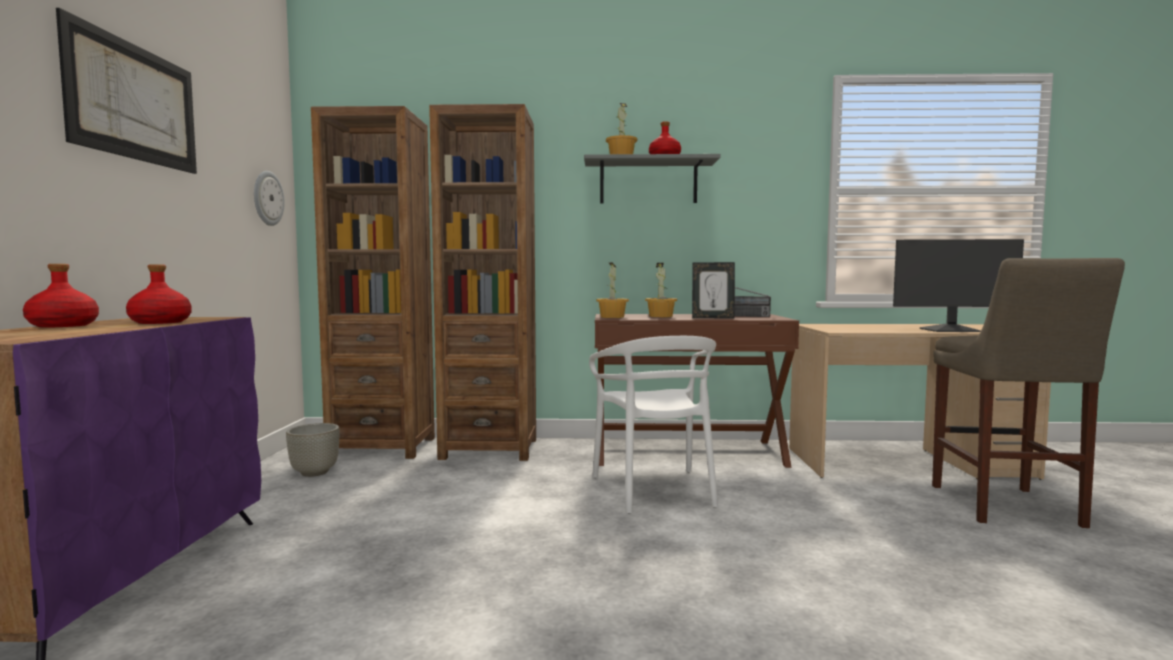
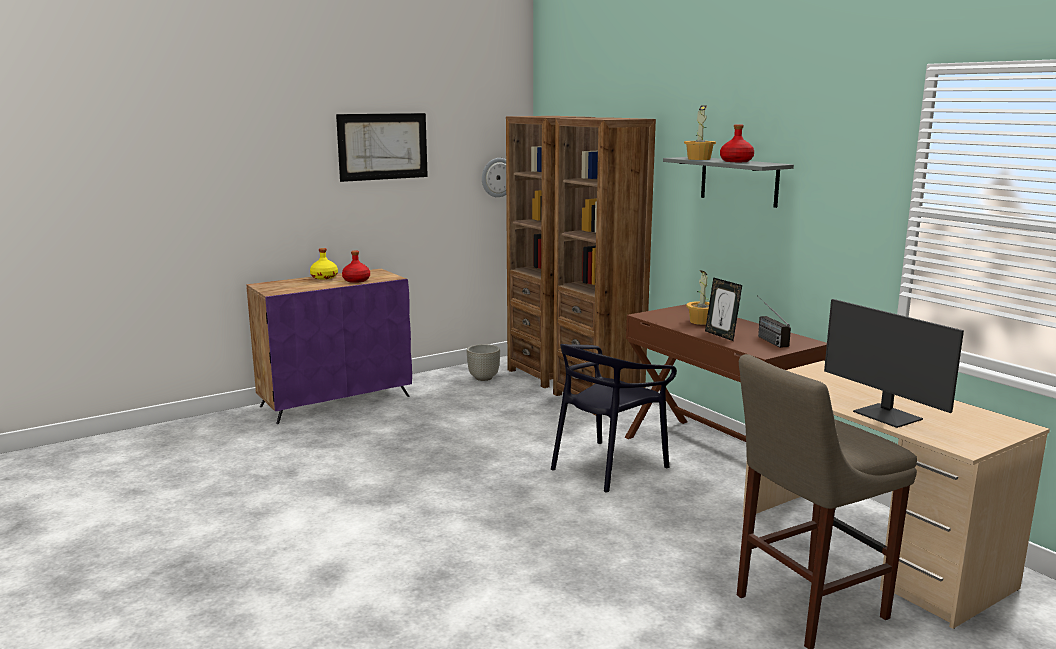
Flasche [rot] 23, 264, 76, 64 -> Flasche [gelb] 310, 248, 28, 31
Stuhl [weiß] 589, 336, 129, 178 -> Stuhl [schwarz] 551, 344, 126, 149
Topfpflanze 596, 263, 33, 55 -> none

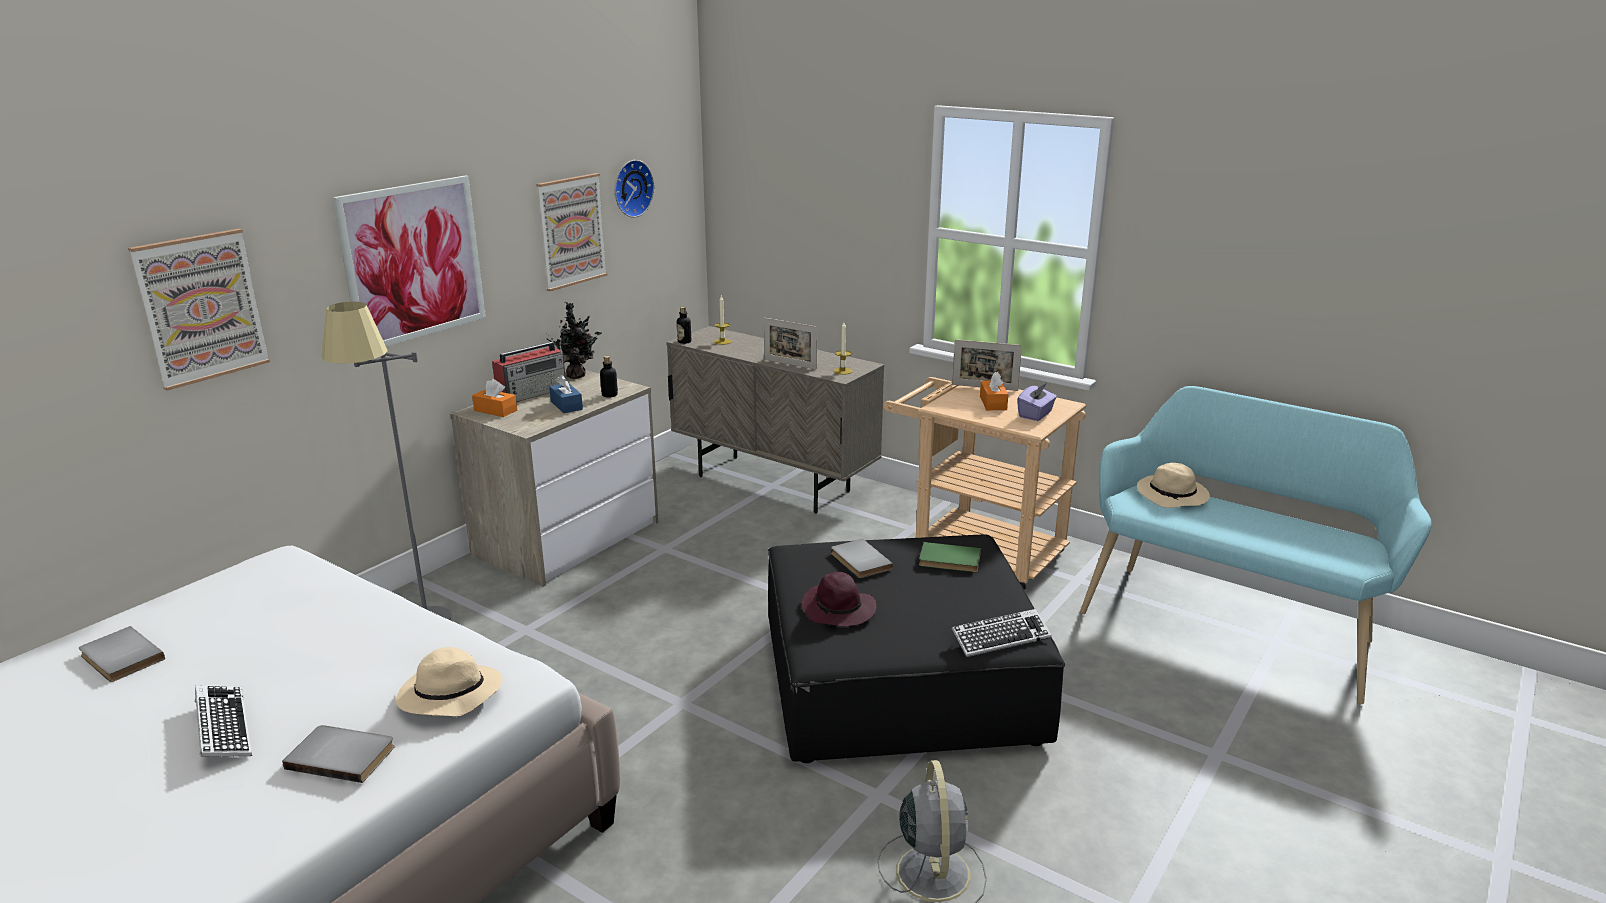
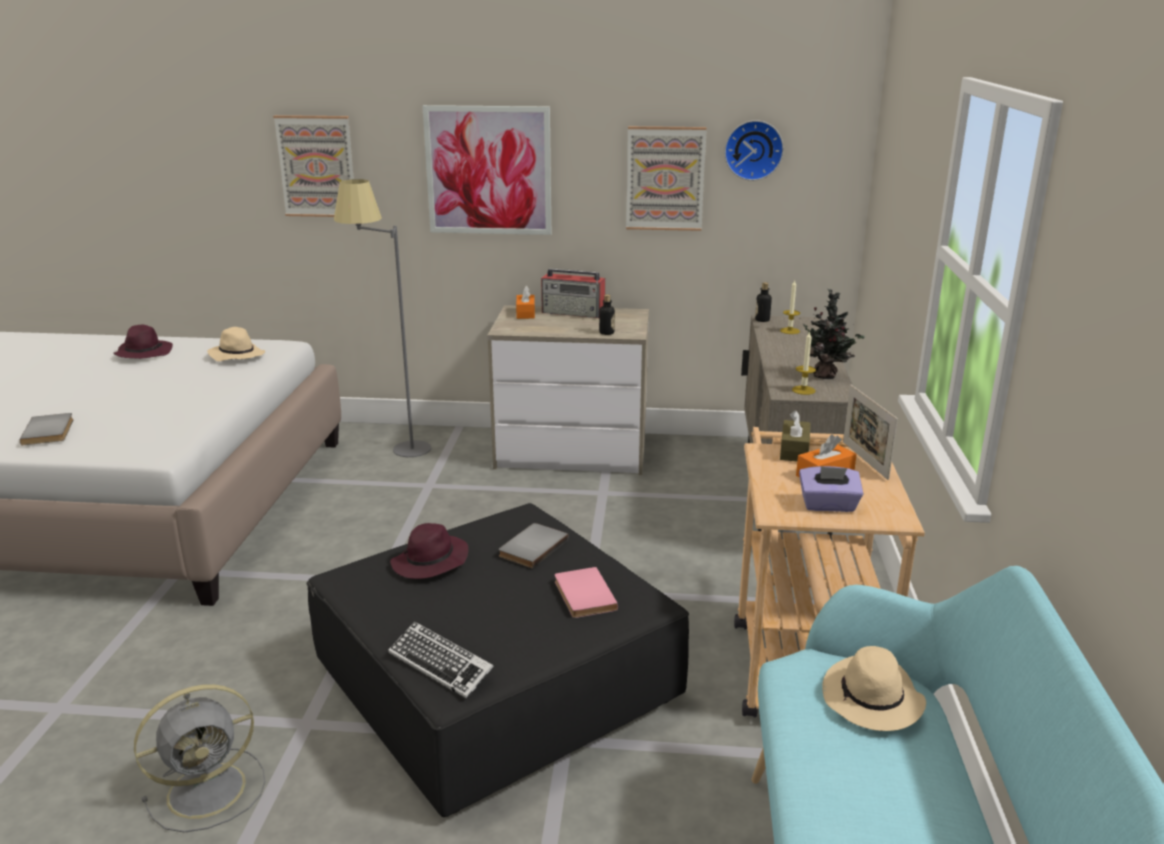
Buch [grau] 79, 626, 86, 56 -> Hut [lila] 114, 325, 59, 34
Hut [beige] 396, 647, 106, 69 -> Hut [beige] 207, 327, 58, 35, shifted
Buch [grün] 919, 542, 62, 30 -> Buch [rosa] 555, 567, 63, 51
none -> Taschentuchbox [braun] 780, 410, 31, 51
Topfpflanze 546, 302, 56, 77 -> Topfpflanze 803, 289, 62, 90, shifted
Tastatur 195, 685, 57, 71 -> none
Taschentuchbox [blau] 549, 375, 34, 38 -> none
Bilderrahmen 764, 318, 53, 52 -> none

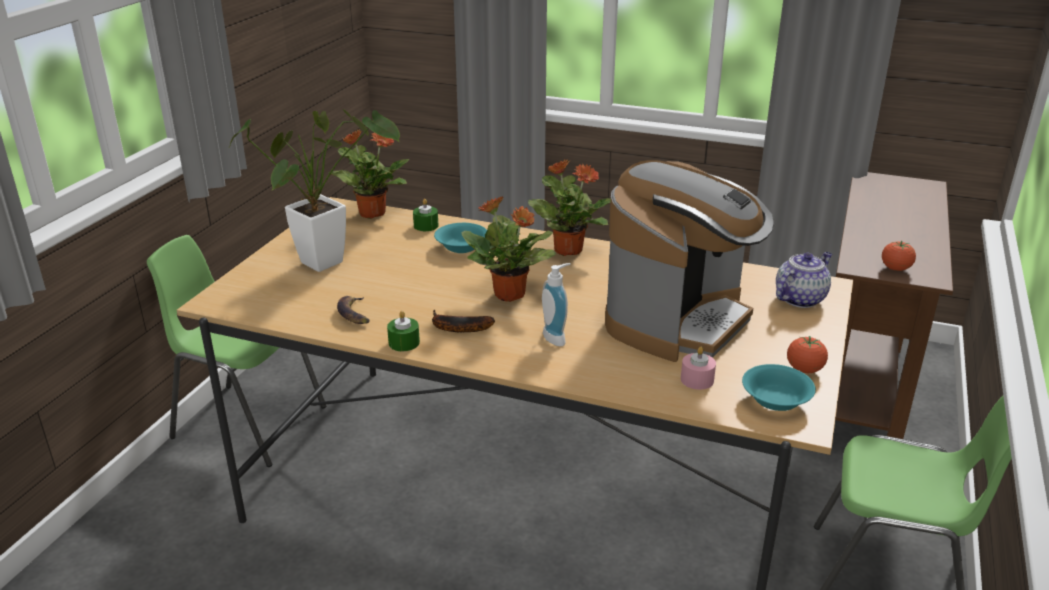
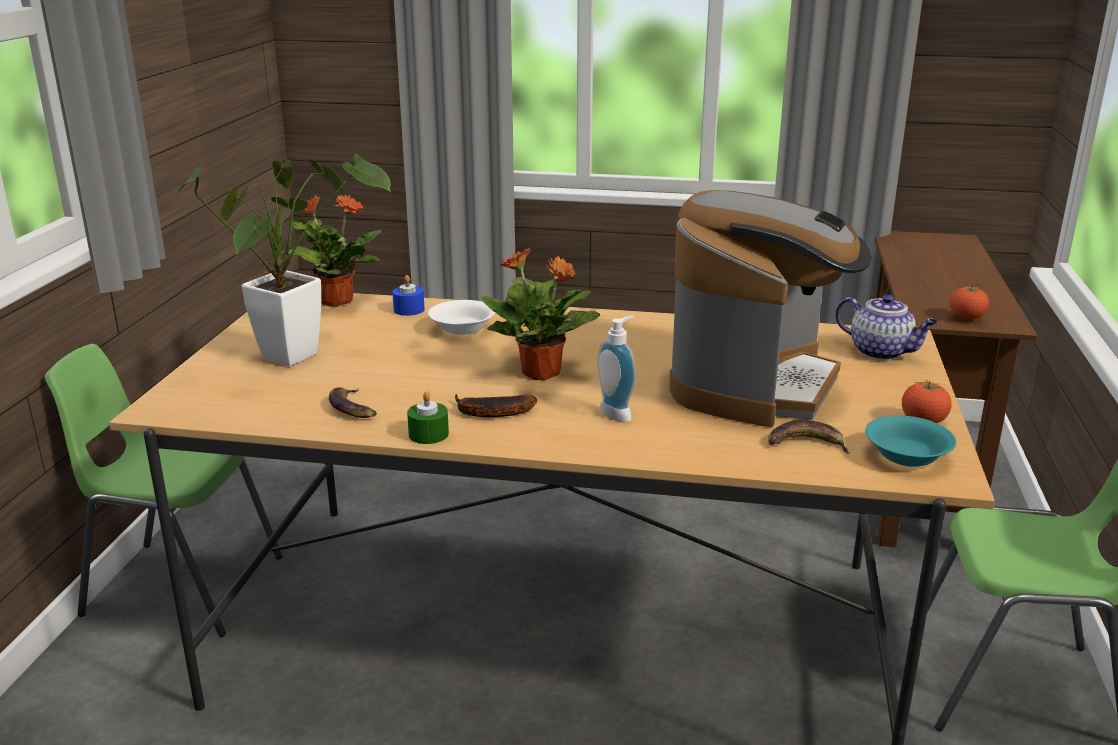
Kerze [grün] 413, 199, 25, 32 -> Kerze [blau] 392, 275, 33, 41
Schüssel [türkis] 434, 223, 53, 30 -> Schüssel [weiß] 428, 300, 67, 35
Kerze [rosa] 681, 347, 35, 43 -> Banane 768, 420, 81, 34
Teekanne 776, 252, 56, 56 -> Teekanne 835, 294, 103, 66, 90 degrees clockwise
Topfpflanze 528, 159, 83, 97 -> none

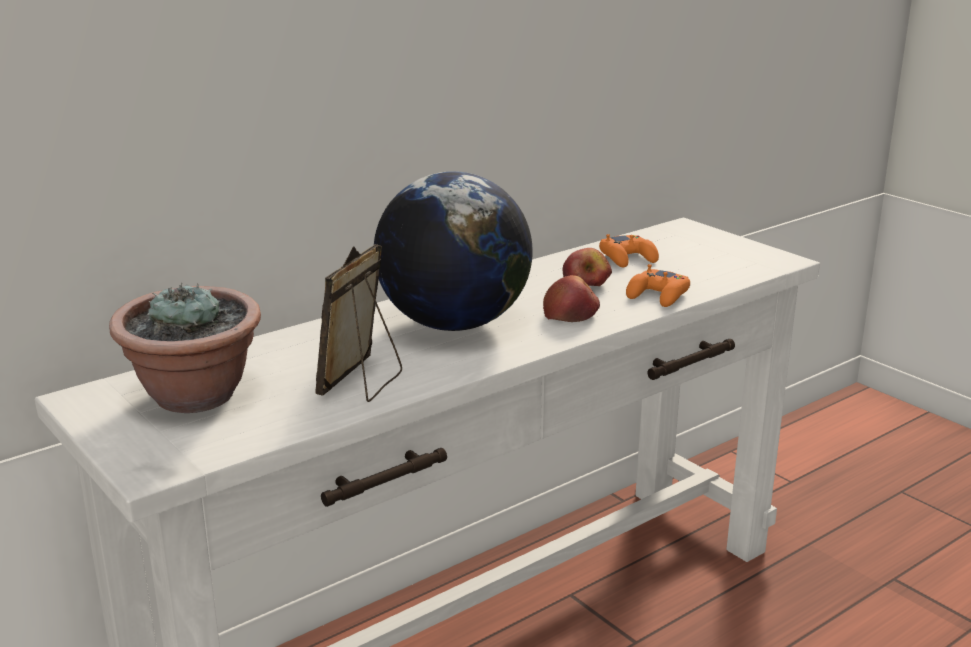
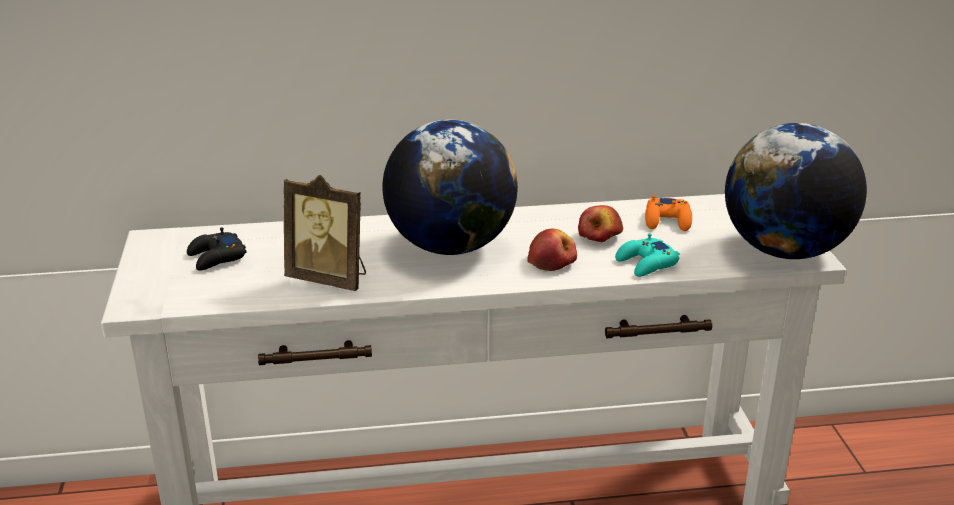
Topfpflanze 109, 282, 152, 131 -> Gamepad [schwarz] 187, 228, 60, 43
Bilderrahmen 315, 244, 87, 158 -> Bilderrahmen 284, 175, 82, 116, 120 degrees counterclockwise
Gamepad [orange] 626, 264, 64, 43 -> Gamepad [türkis] 615, 233, 65, 44
none -> Globus 725, 123, 142, 136

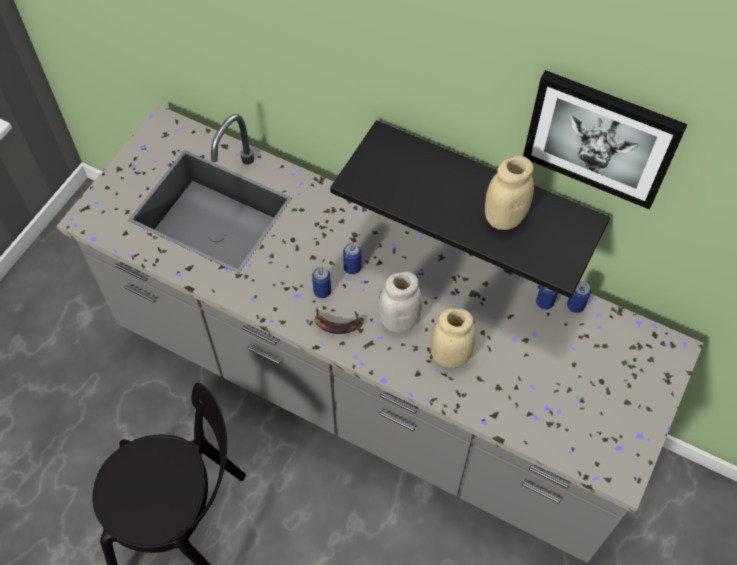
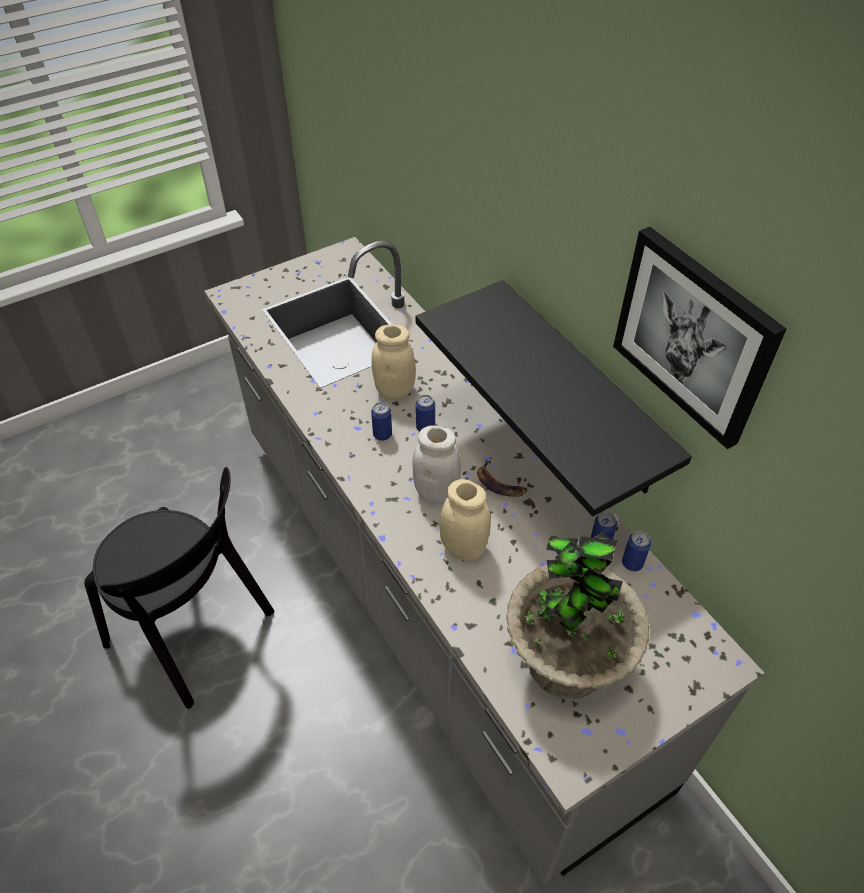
Vorratsglas [beige] 485, 156, 49, 74 -> Vorratsglas [beige] 371, 325, 45, 74, shifted
Banane 315, 308, 49, 26 -> Banane 477, 461, 50, 36, shifted
none -> Topfpflanze 506, 532, 144, 167

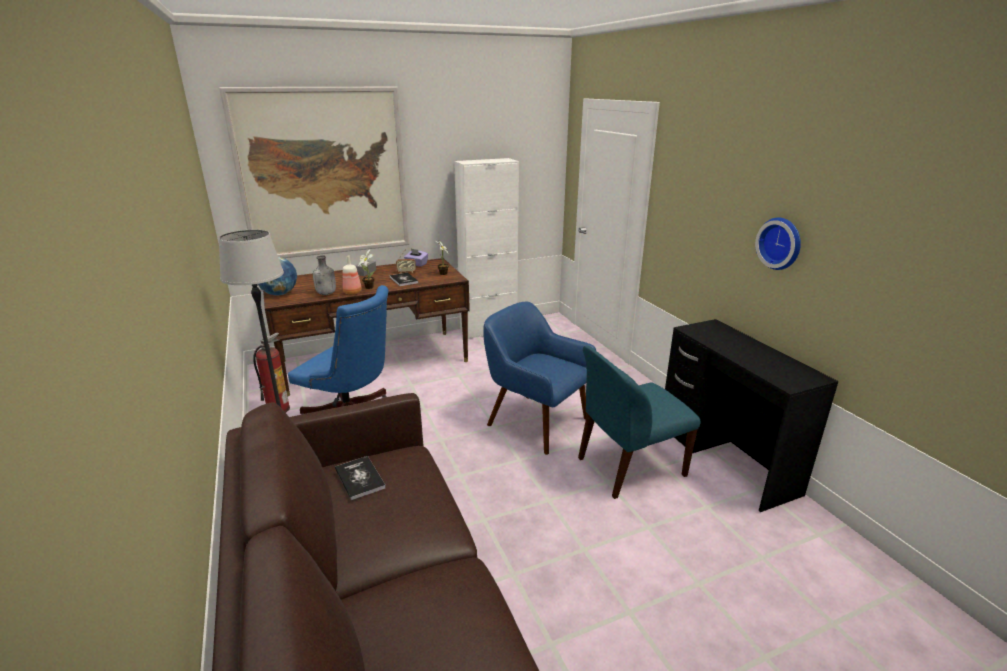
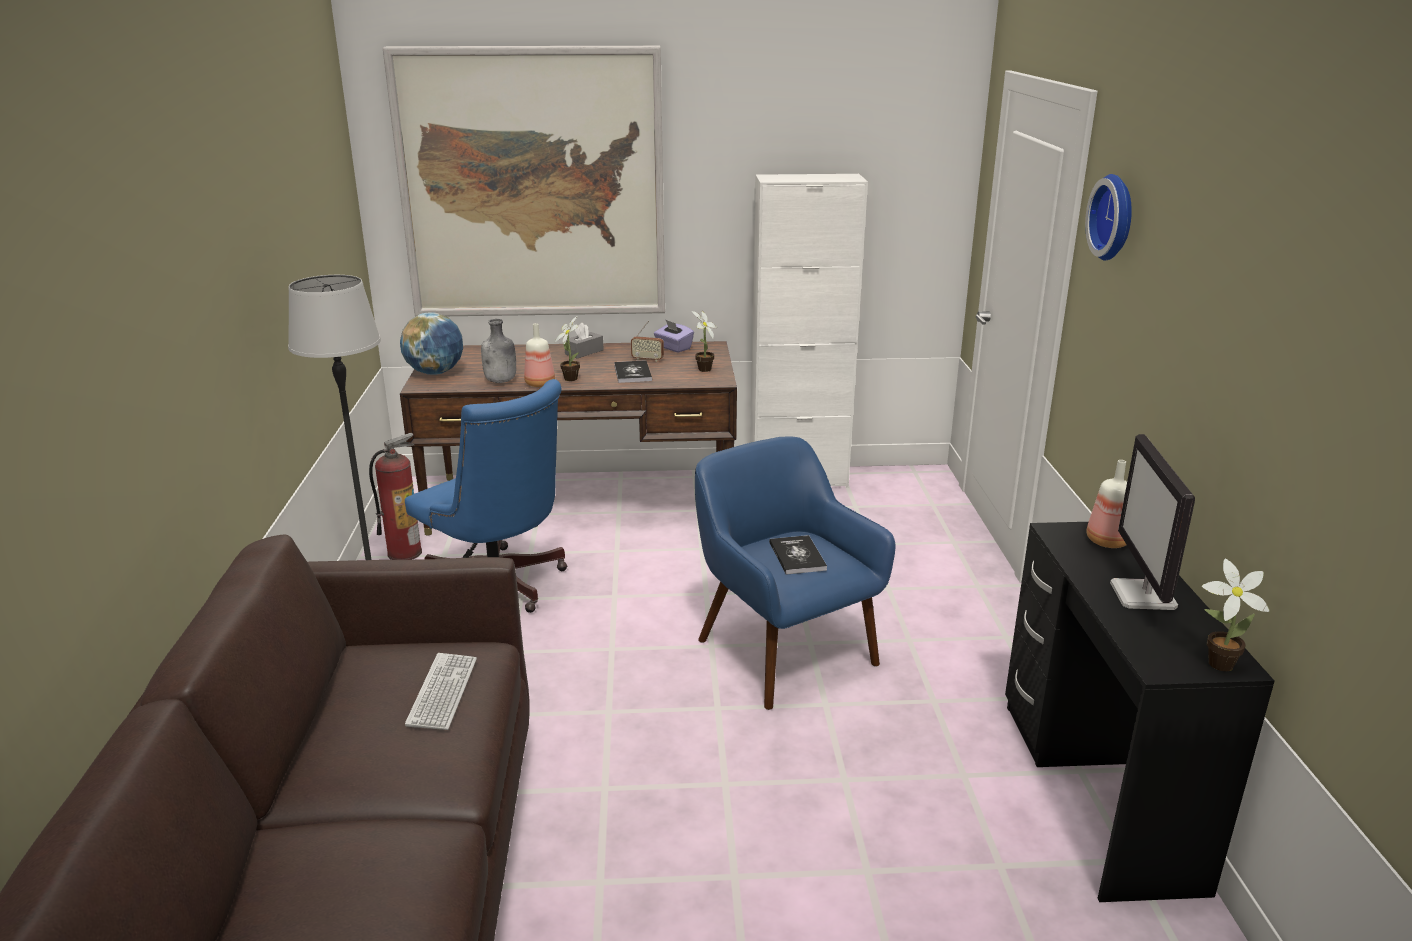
none -> Tastatur 405, 653, 72, 77
Buch 335, 456, 50, 45 -> Buch 769, 535, 58, 40, shifted
Wanduhr 755, 218, 46, 52 -> Wanduhr 1085, 174, 47, 87, shifted
none -> Flasche 1087, 460, 40, 88
none -> Monitor 1110, 434, 85, 176
none -> Topfpflanze 1202, 559, 67, 112
Stuhl [blau] 578, 346, 122, 153 -> none

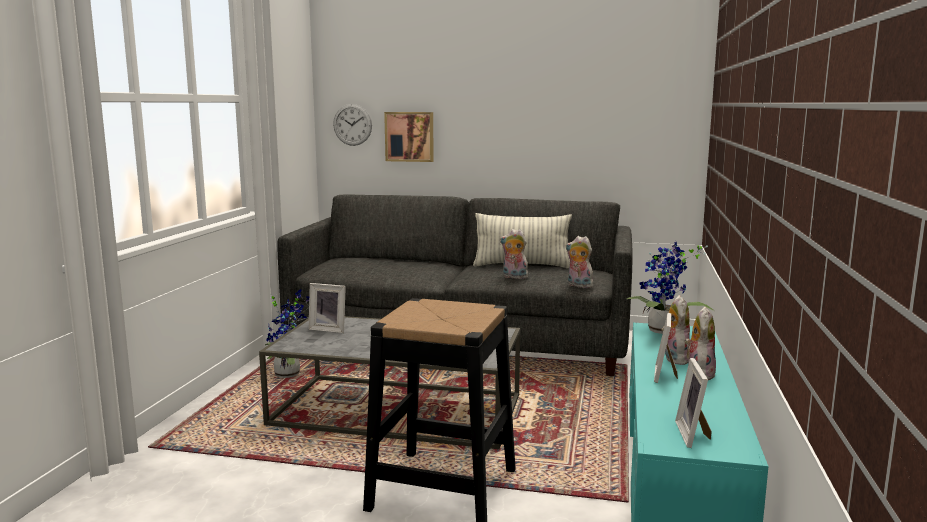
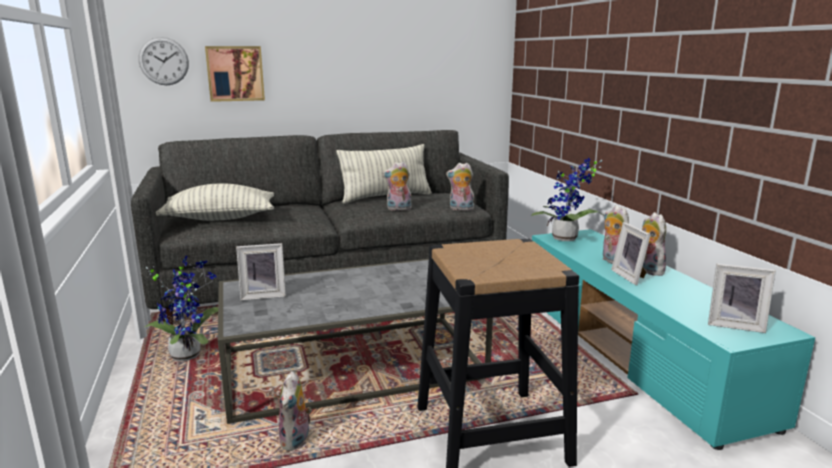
none -> Kissen 156, 183, 118, 38
none -> Plüschtier 279, 371, 33, 80
Bilderrahmen 675, 358, 37, 90 -> Bilderrahmen 708, 263, 68, 70, 45 degrees counterclockwise

